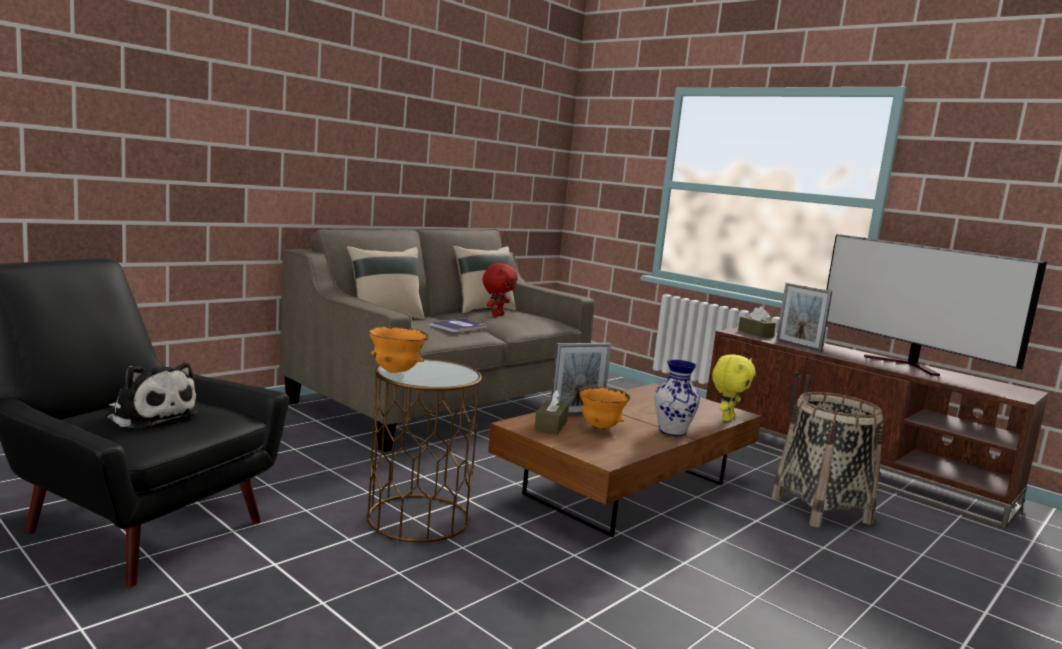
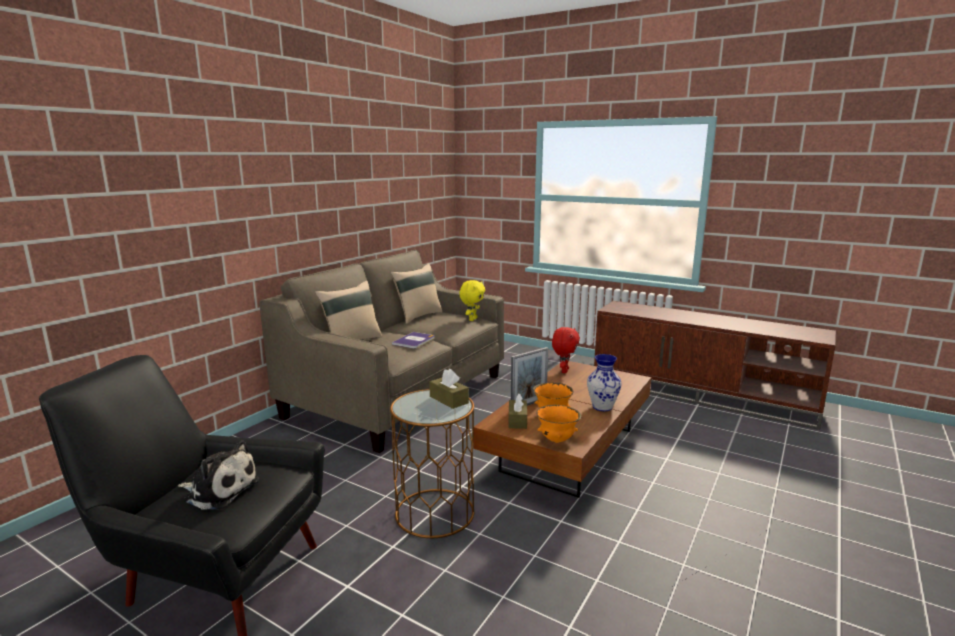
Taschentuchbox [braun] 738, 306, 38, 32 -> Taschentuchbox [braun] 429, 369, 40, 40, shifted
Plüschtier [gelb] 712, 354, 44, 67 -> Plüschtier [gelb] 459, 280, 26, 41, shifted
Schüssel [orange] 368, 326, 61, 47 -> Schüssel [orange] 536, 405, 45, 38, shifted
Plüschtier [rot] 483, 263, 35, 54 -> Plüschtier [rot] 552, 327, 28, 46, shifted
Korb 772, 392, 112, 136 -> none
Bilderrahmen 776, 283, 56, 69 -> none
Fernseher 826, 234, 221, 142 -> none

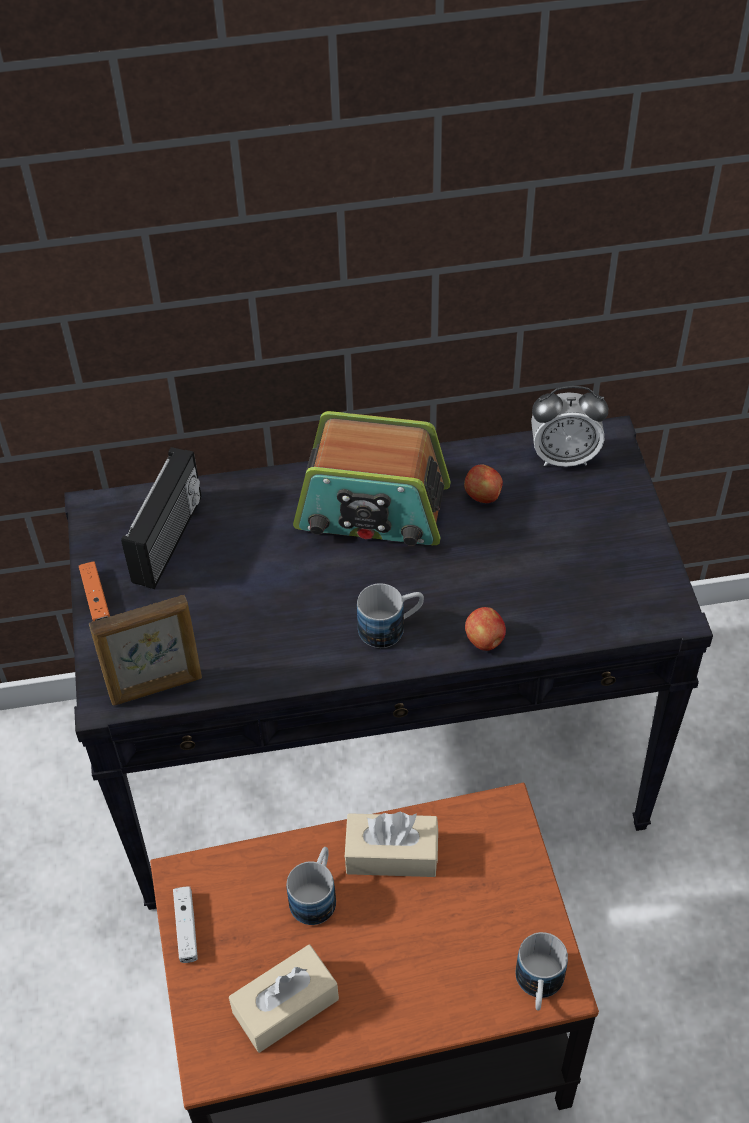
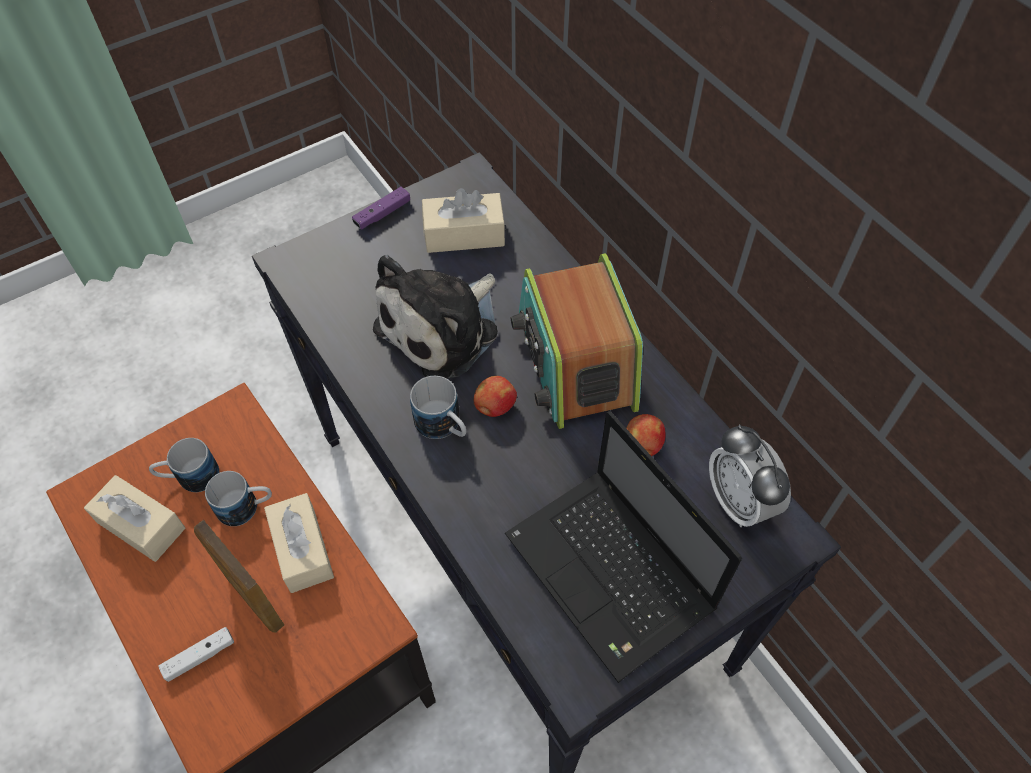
Henkelbecher 516, 932, 52, 78 -> Henkelbecher 149, 438, 70, 54, shifted
Gamepad [weiß] 173, 886, 25, 77 -> Gamepad [weiß] 158, 627, 76, 55, shifted
Bilderrahmen 89, 595, 113, 110 -> Bilderrahmen 194, 520, 91, 113, shifted
Gamepad [orange] 79, 561, 31, 60 -> Gamepad [lila] 352, 187, 58, 42
none -> Plüschtier 373, 255, 125, 123
Radio 121, 447, 80, 142 -> Taschentuchbox [beige] 422, 188, 83, 65
Apfel 465, 607, 41, 44 -> Apfel 474, 376, 43, 41, shifted
none -> Laptop 505, 411, 237, 272

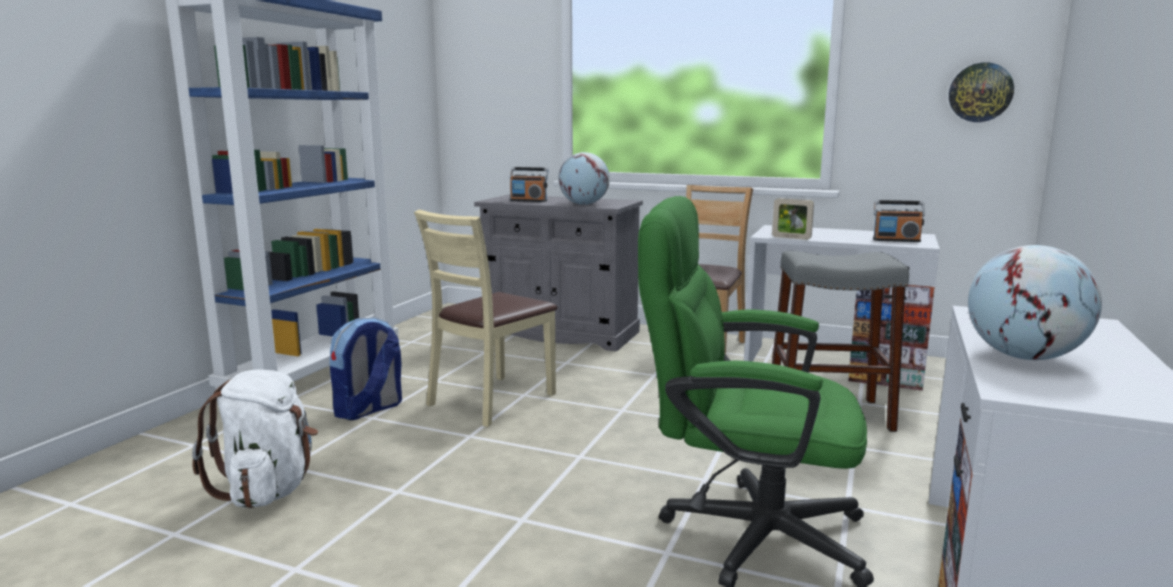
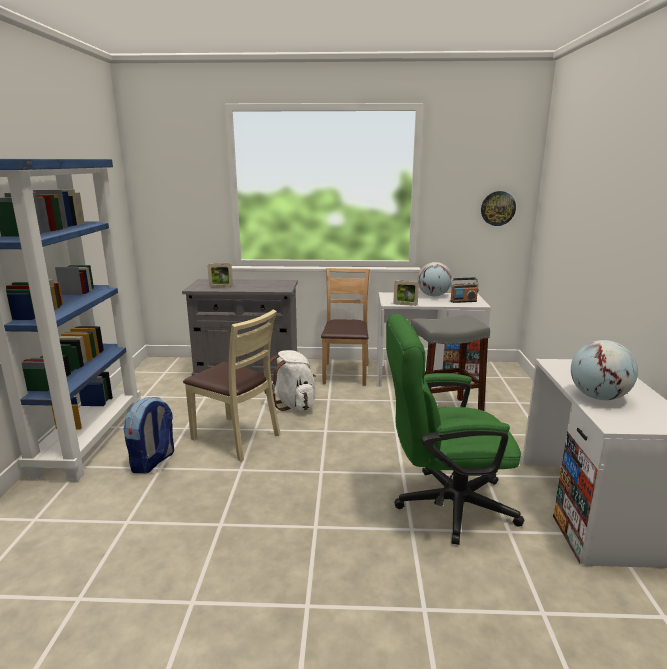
Stuhl [beige] 414, 209, 144, 218 -> Stuhl [beige] 183, 310, 98, 152, 75 degrees counterclockwise
Radio 509, 167, 40, 35 -> Bilderrahmen 208, 264, 25, 23
Rucksack [weiß] 192, 369, 126, 139 -> Rucksack [weiß] 264, 350, 52, 61, shifted
Globus 558, 152, 52, 53 -> Globus 418, 262, 34, 34, shifted

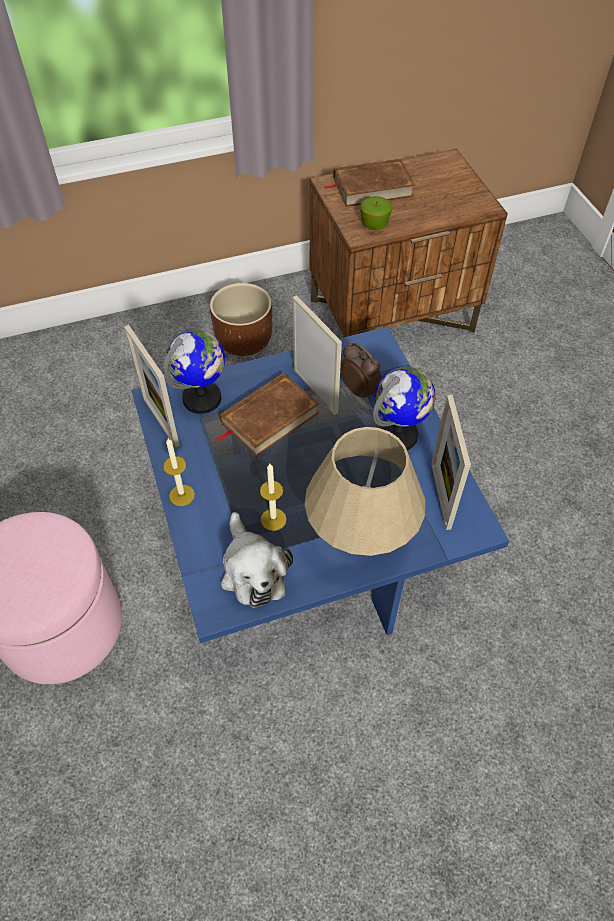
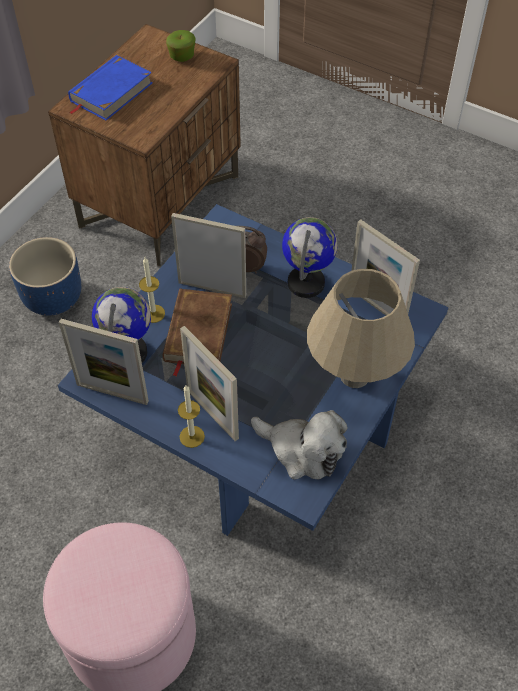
Pflanzkübel [braun] 210, 283, 62, 73 -> Pflanzkübel [blau] 9, 237, 72, 79
Buch [braun] 324, 158, 91, 49 -> Buch [blau] 68, 55, 85, 66
Kerze 260, 464, 26, 67 -> Kerze 139, 257, 26, 66, shifted
Apfel 360, 196, 32, 34 -> Apfel 166, 30, 29, 32, shifted
none -> Bilderrahmen 180, 326, 59, 115

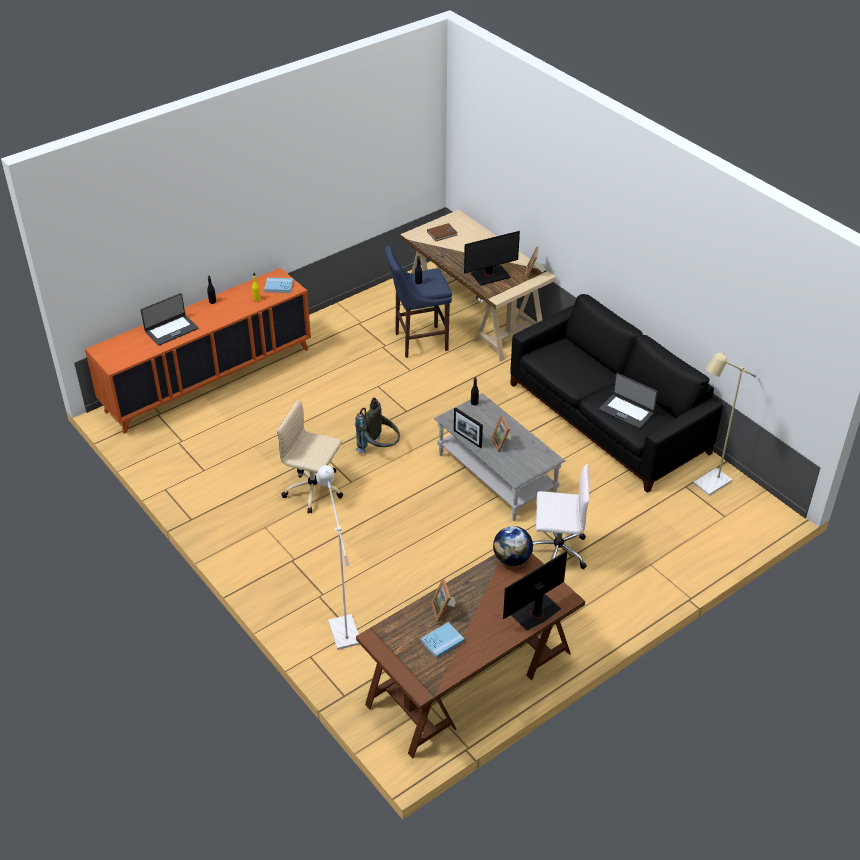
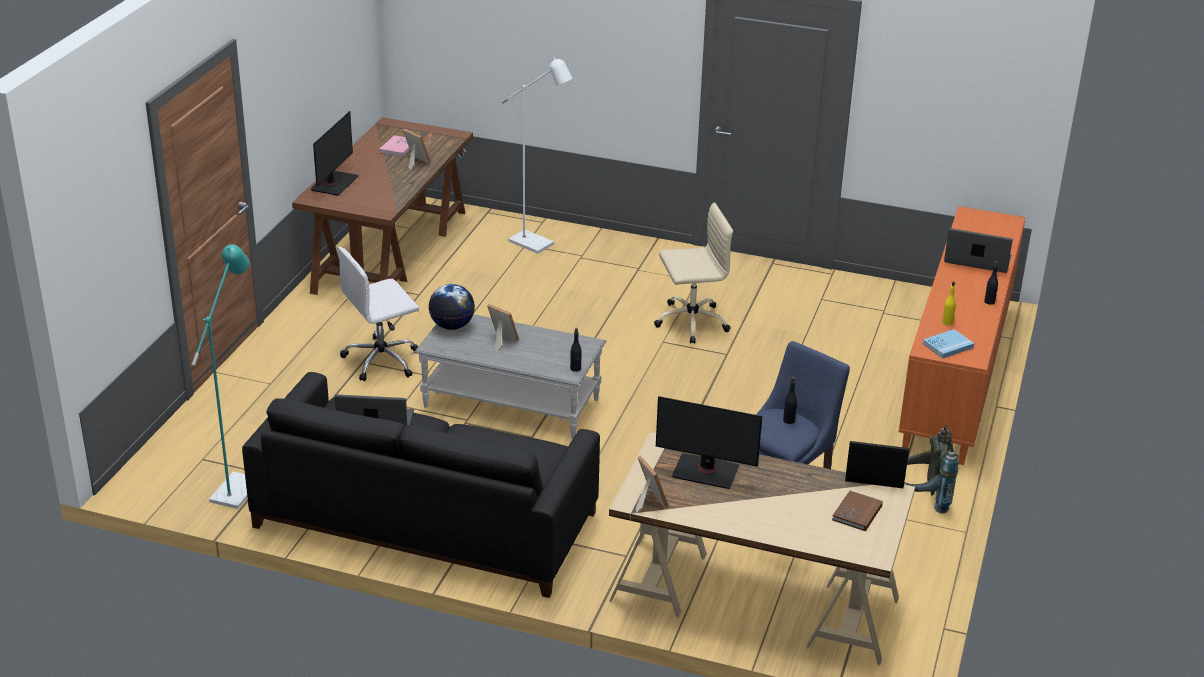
Stehlampe [beige] 693, 352, 63, 144 -> Stehlampe [türkis] 192, 244, 58, 265
Buch [blau] 420, 622, 45, 37 -> Buch [rosa] 379, 135, 31, 22
Globus 493, 526, 40, 40 -> Globus 428, 284, 47, 46, shifted
Monitor 464, 231, 56, 54 -> Monitor 656, 396, 106, 93, 105 degrees counterclockwise
Bilderrahmen 454, 407, 29, 41 -> Bilderrahmen 845, 441, 64, 47, shifted
Rucksack [grau] 355, 398, 45, 55 -> Rucksack [grau] 904, 426, 55, 88, shifted
Laptop 141, 293, 57, 53 -> Laptop 944, 228, 69, 45, 90 degrees clockwise

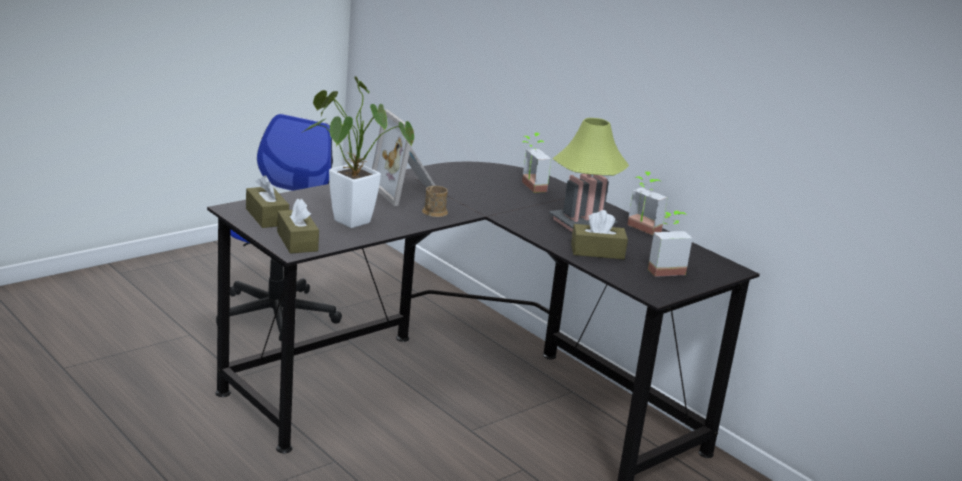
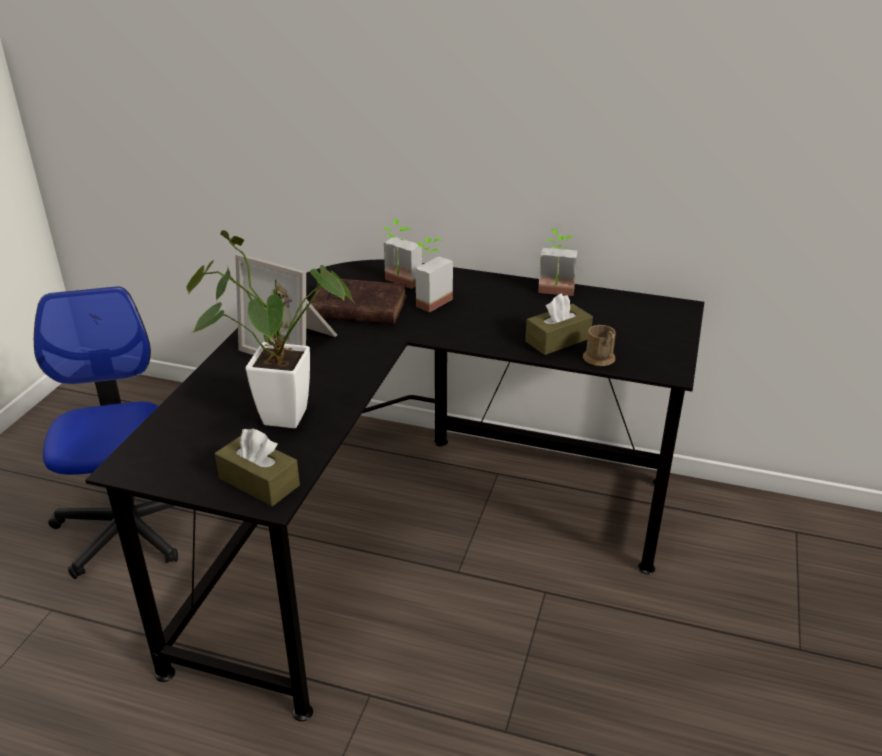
none -> Buch [braun] 310, 279, 97, 45
Topfpflanze 648, 211, 44, 66 -> Topfpflanze 415, 238, 38, 74, shifted
Henkelbecher [braun] 422, 186, 26, 31 -> Henkelbecher [braun] 583, 325, 33, 41, shifted
Taschentuchbox [braun] 246, 175, 43, 53 -> none
Tischlampe 549, 118, 80, 114 -> none

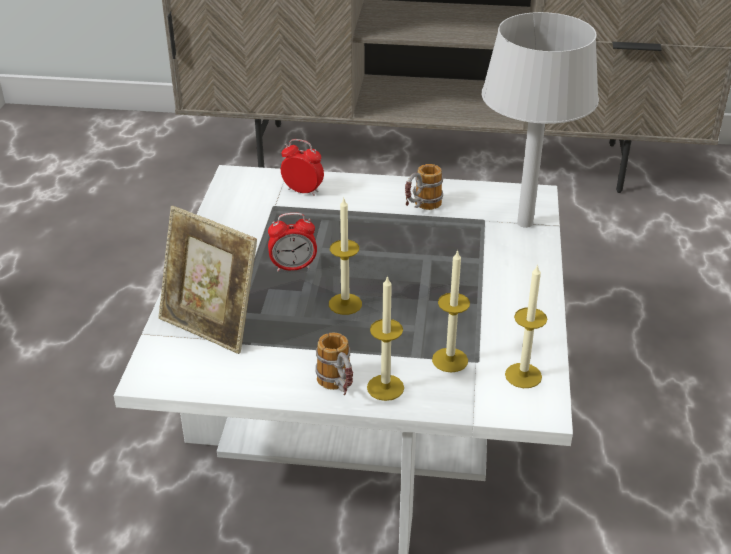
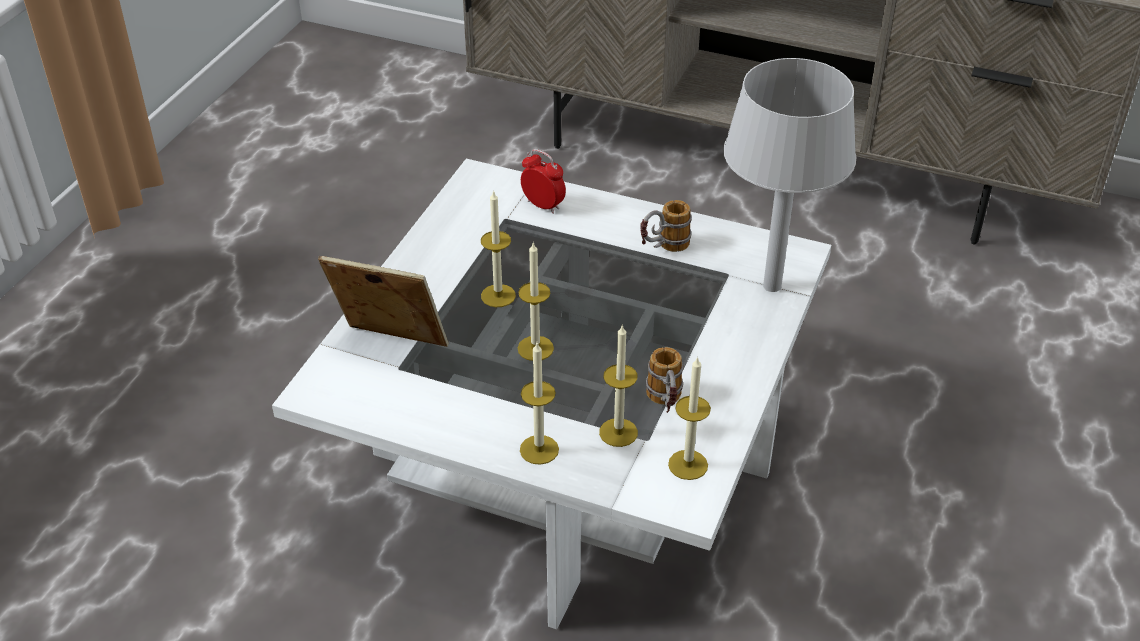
Bilderrahmen 158, 206, 99, 148 -> Bilderrahmen 318, 256, 131, 91, 150 degrees clockwise
Wecker 268, 213, 49, 58 -> Kerze 481, 190, 35, 117
Henkelbecher 315, 333, 38, 62 -> Henkelbecher 646, 347, 37, 66, shifted

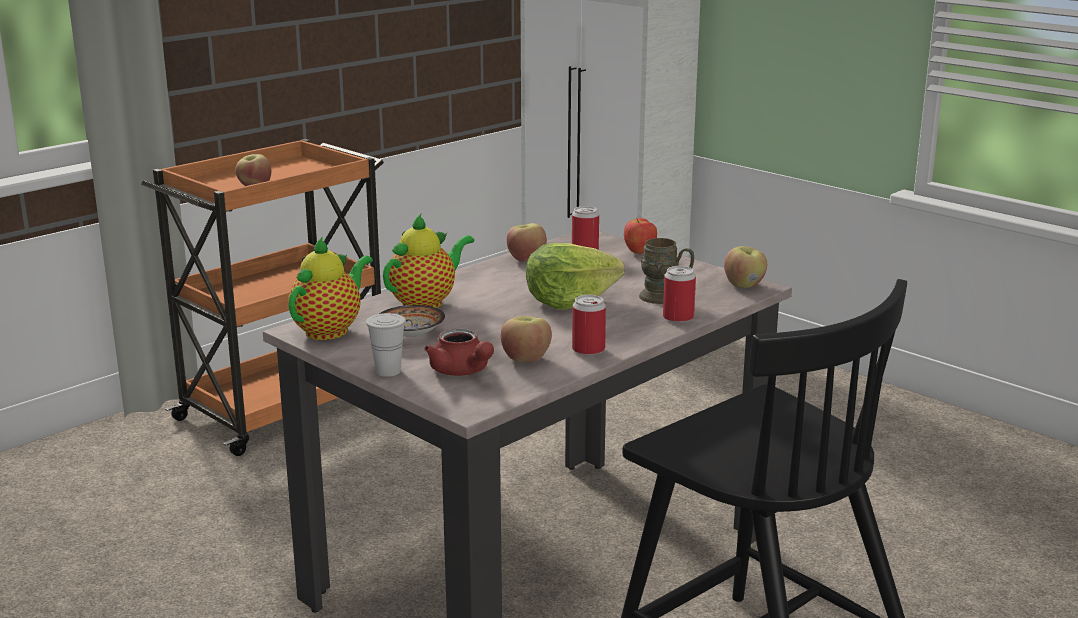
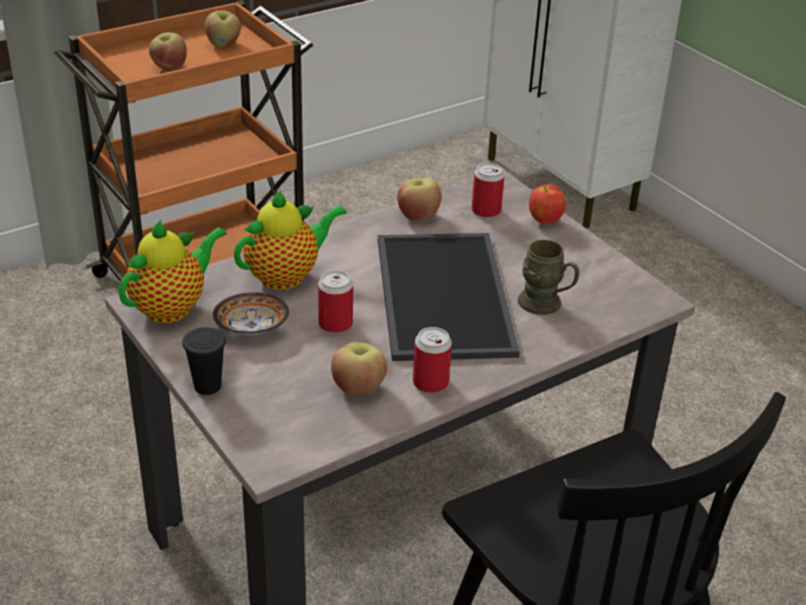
Tasse [weiß] 366, 313, 40, 64 -> Tasse [schwarz] 182, 327, 44, 68
Apfel 724, 246, 43, 42 -> Apfel 204, 10, 37, 37, shifted
Dose 663, 266, 33, 57 -> Dose 318, 270, 35, 63, shifted
Salatkopf 526, 243, 99, 66 -> Tablett 378, 233, 142, 128
Teekanne [rot] 424, 328, 70, 48 -> none

